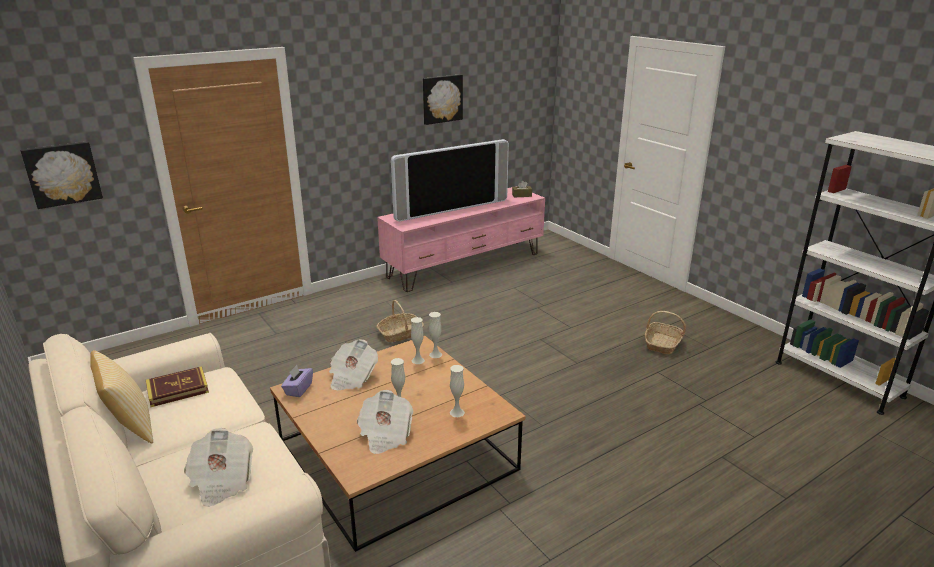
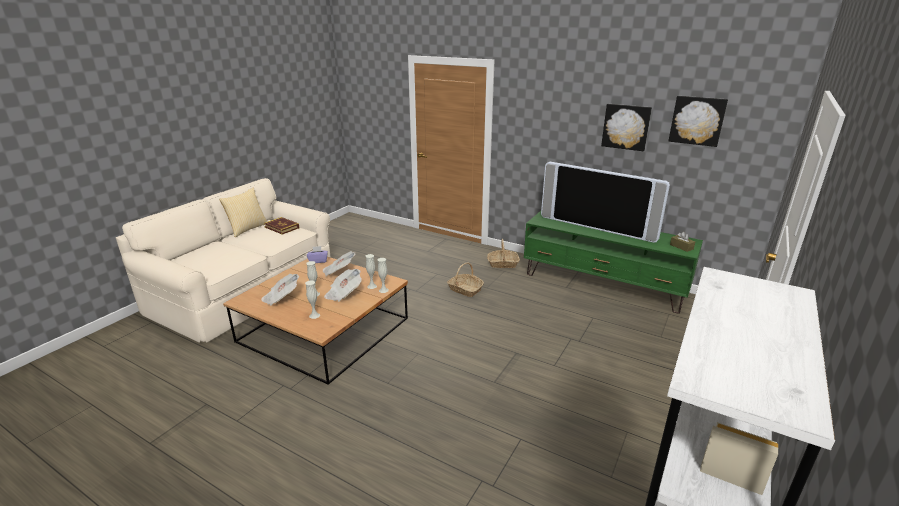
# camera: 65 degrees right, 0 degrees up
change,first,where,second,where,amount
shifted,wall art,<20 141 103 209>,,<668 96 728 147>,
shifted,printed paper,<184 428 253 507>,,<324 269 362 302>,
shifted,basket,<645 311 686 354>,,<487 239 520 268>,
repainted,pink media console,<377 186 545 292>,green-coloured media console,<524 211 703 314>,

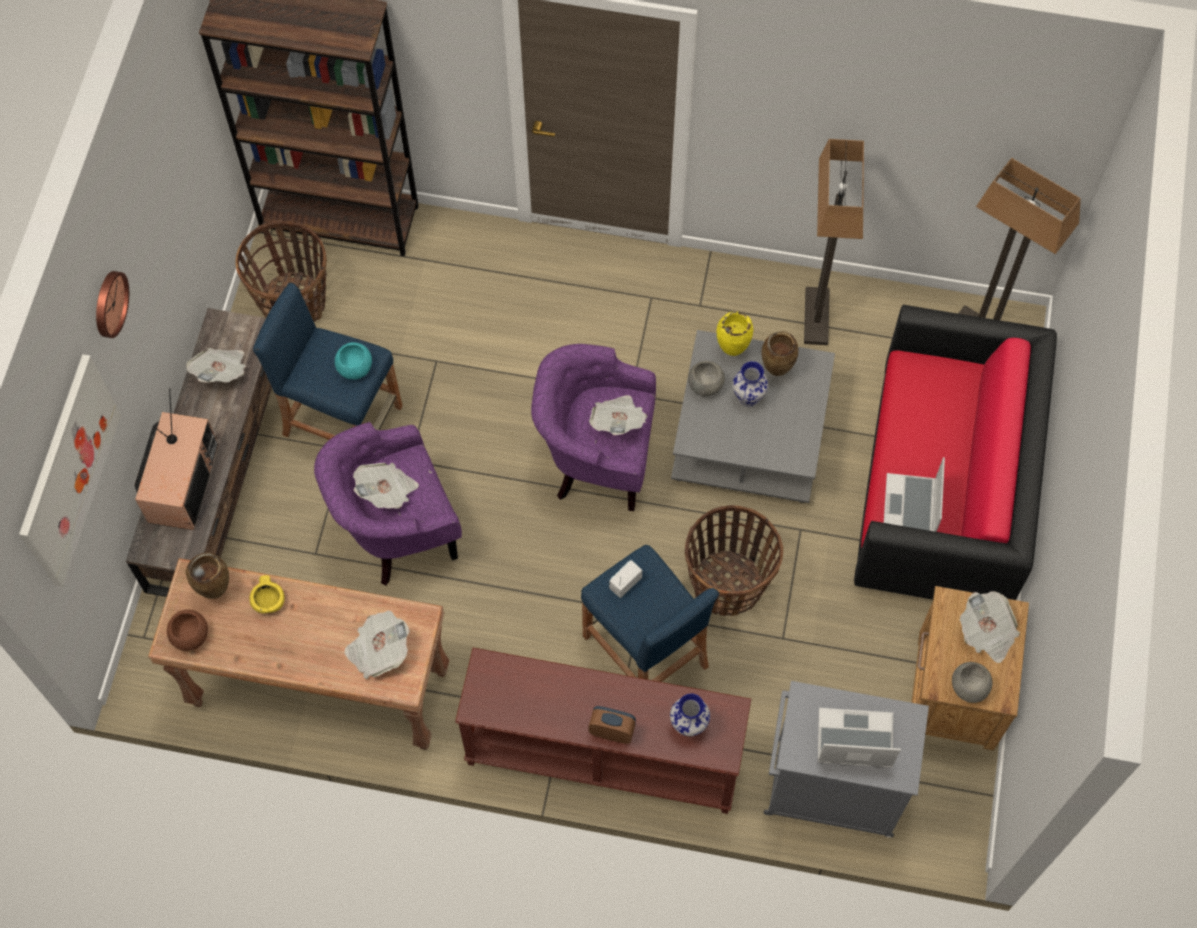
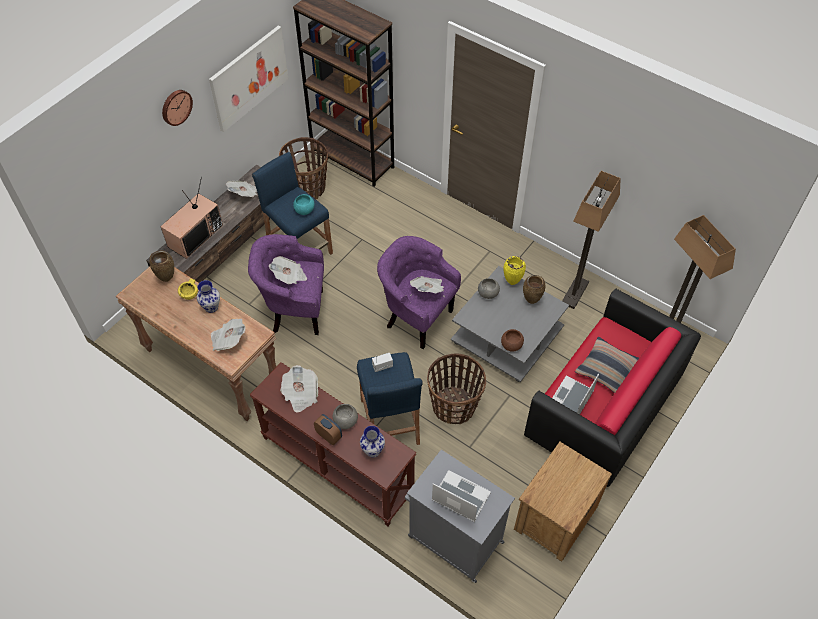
# camera: 25 degrees right, 10 degrees down
change,first,where,second,where,amount
new,,,cushion,<575 337 639 393>,
shifted,wall art,<19 354 121 587>,,<209 26 288 132>,
shifted,brown-coloured deep dish,<167 610 208 651>,,<501 329 524 352>,
shifted,vase,<733 361 768 407>,,<197 280 220 313>,
shifted,grey deep dish,<952 662 992 703>,,<333 404 358 429>,
shifted,printed paper,<960 591 1020 663>,,<280 365 318 413>,

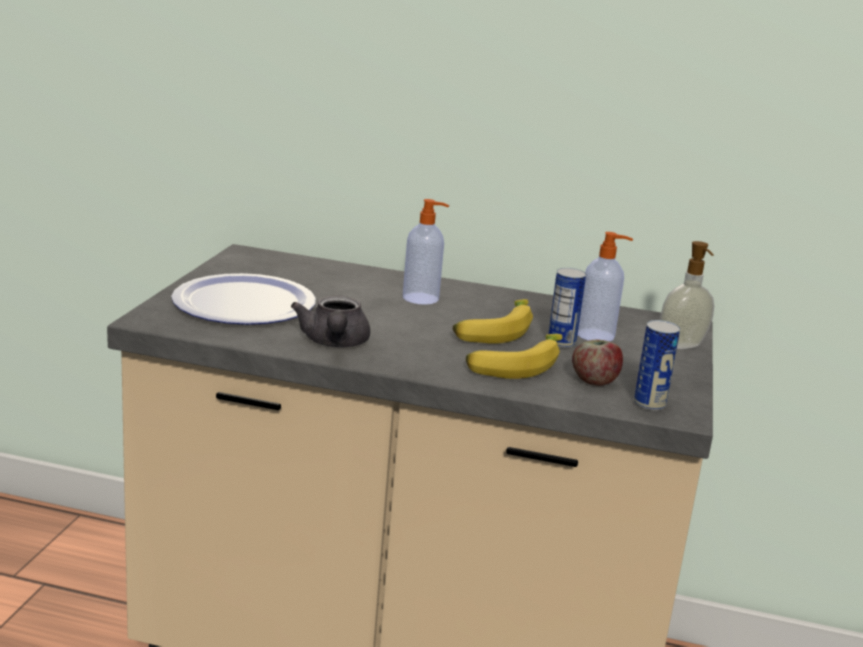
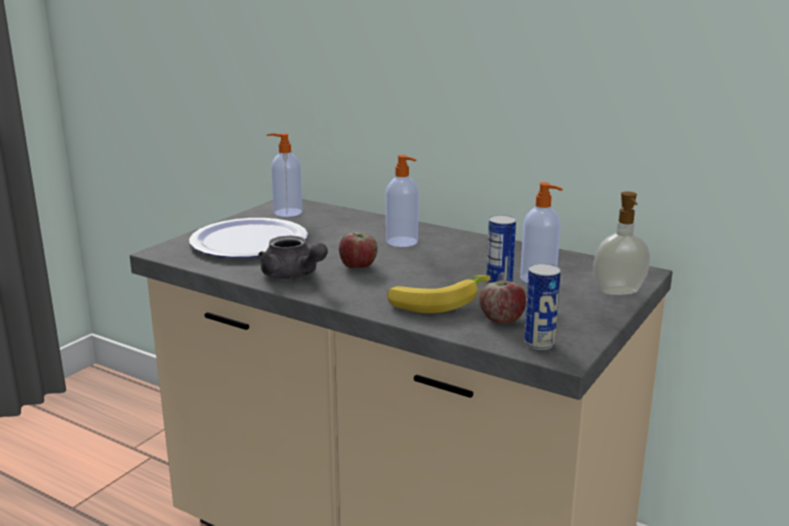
# camera: 20 degrees right, 0 degrees up
change,first,where,second,where,amount
gone,banana fruit,<453 299 533 344>,,,
new,,,soap bottle,<267 133 302 217>,
new,,,apple fruit,<339 232 378 268>,
rotated,grey tea pot,<291 295 370 348>,,<258 236 328 279>,60 degrees counterclockwise

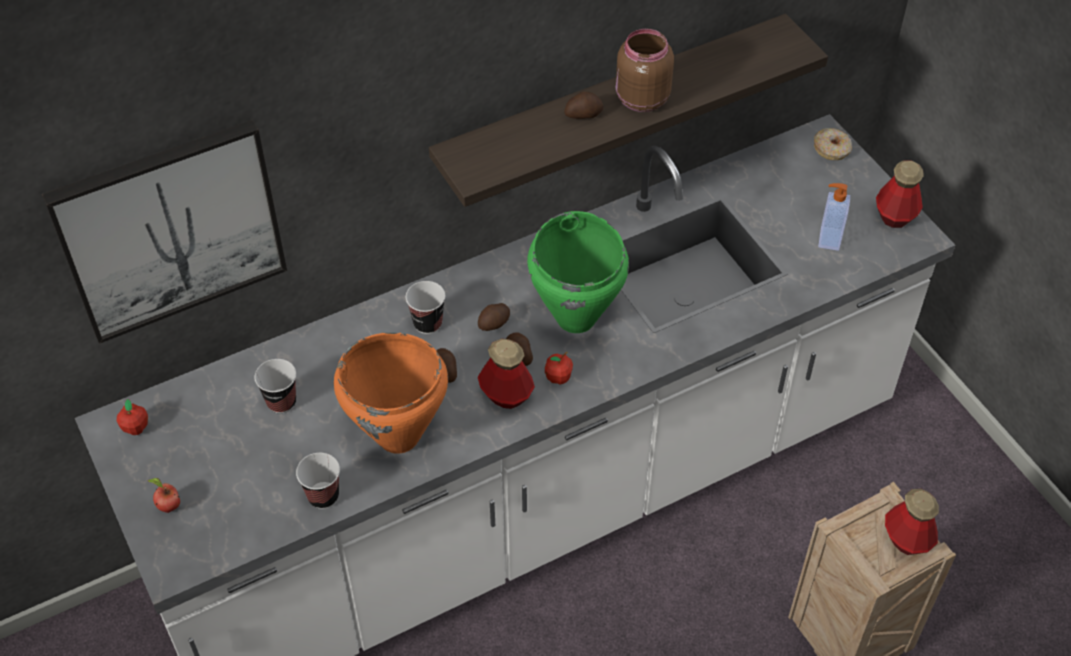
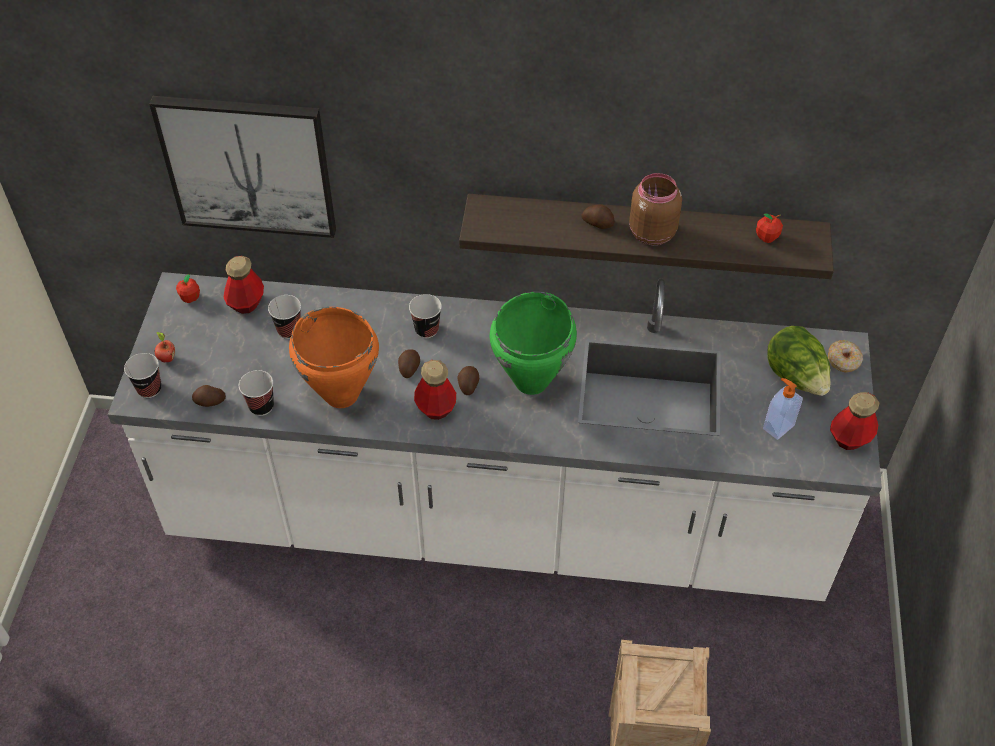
# camera: 35 degrees right, 0 degrees up
change,first,where,second,where,amount
new,,,small cup,<124 353 161 398>,
new,,,head of lettuce,<767 326 831 396>,
shifted,potato,<478 303 510 331>,,<192 385 226 407>,
shifted,apple fruit,<545 352 573 384>,,<756 214 783 243>,
shifted,beverage bottle,<885 488 939 555>,,<224 256 264 314>,

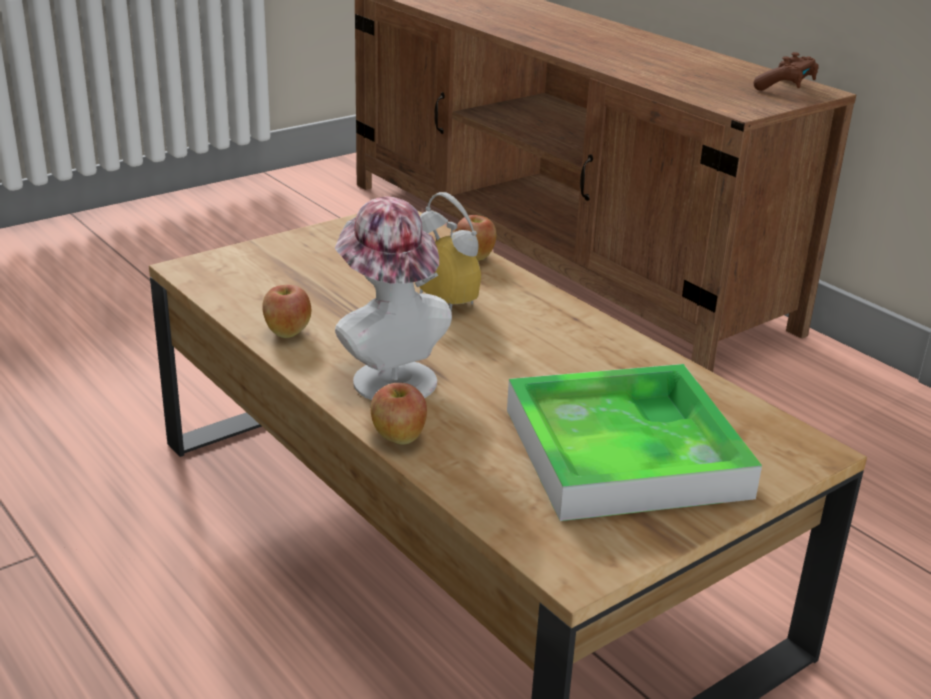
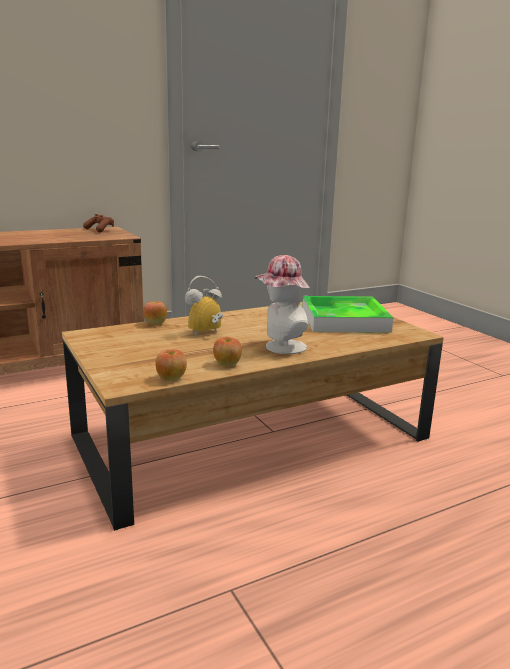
# camera: 80 degrees left, 10 degrees down
change,first,where,second,where,amount
shifted,apple fruit,<371 383 427 445>,,<155 349 187 381>,

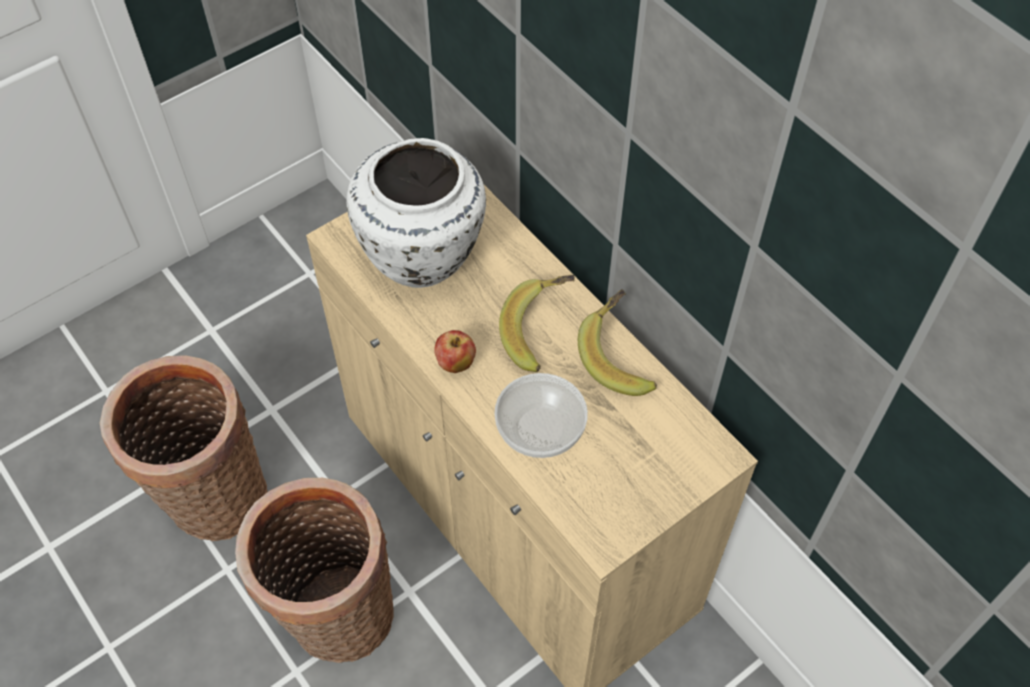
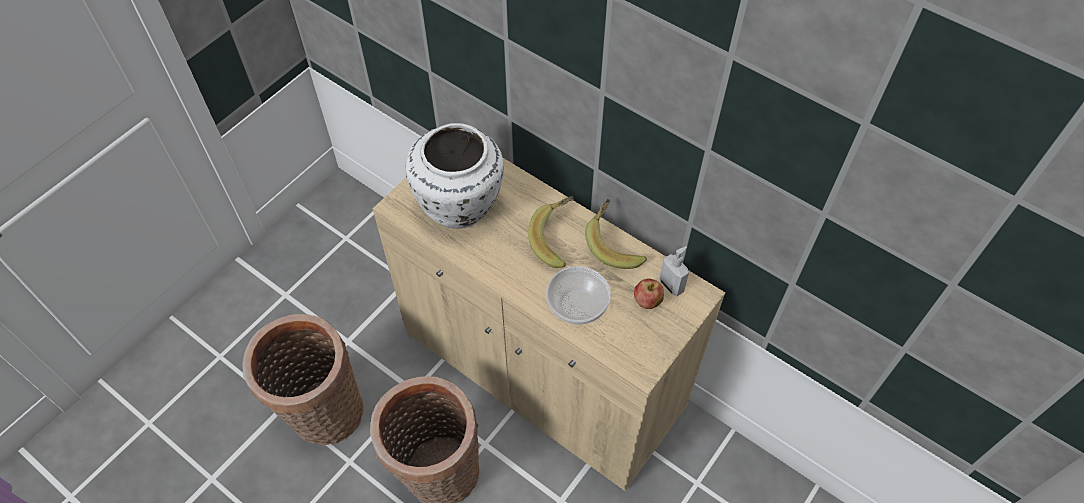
# camera: 15 degrees left, 0 degrees up
change,first,where,second,where,amount
new,,,soap bottle,<660 246 689 296>,
shifted,apple fruit,<434 330 476 373>,,<634 279 664 309>,

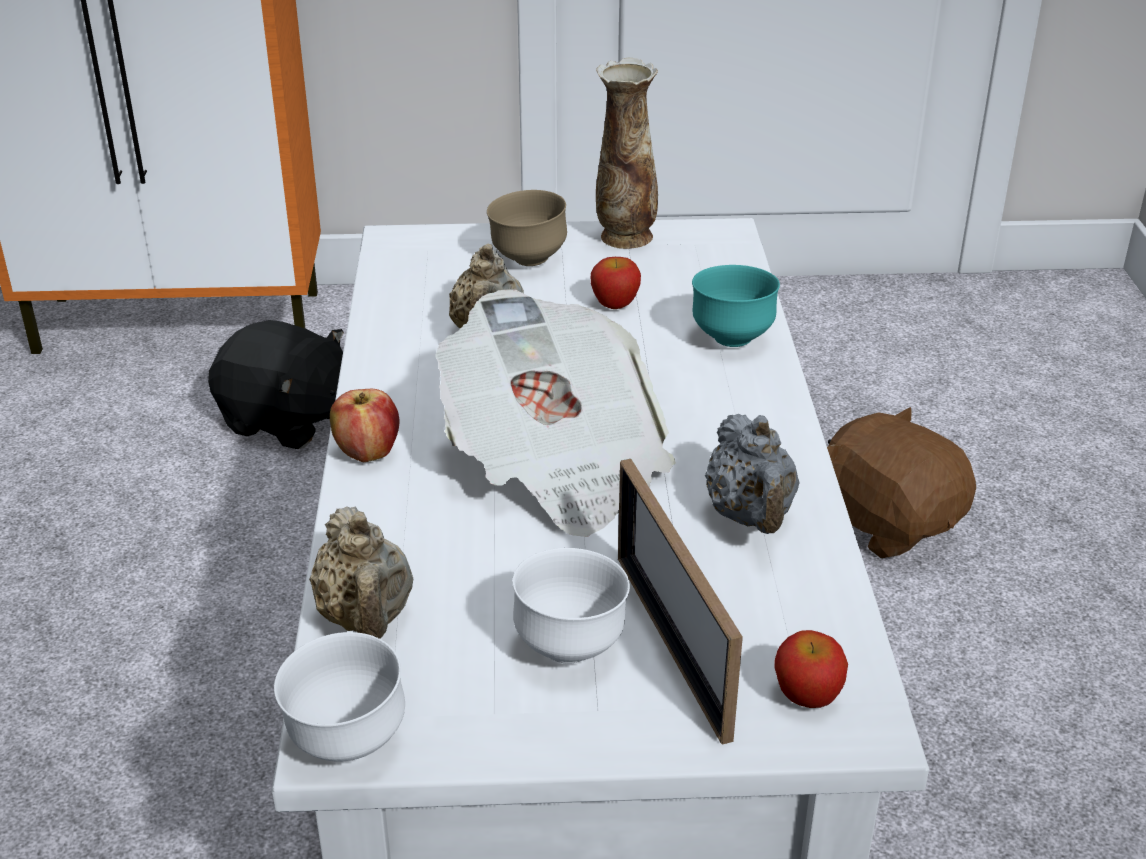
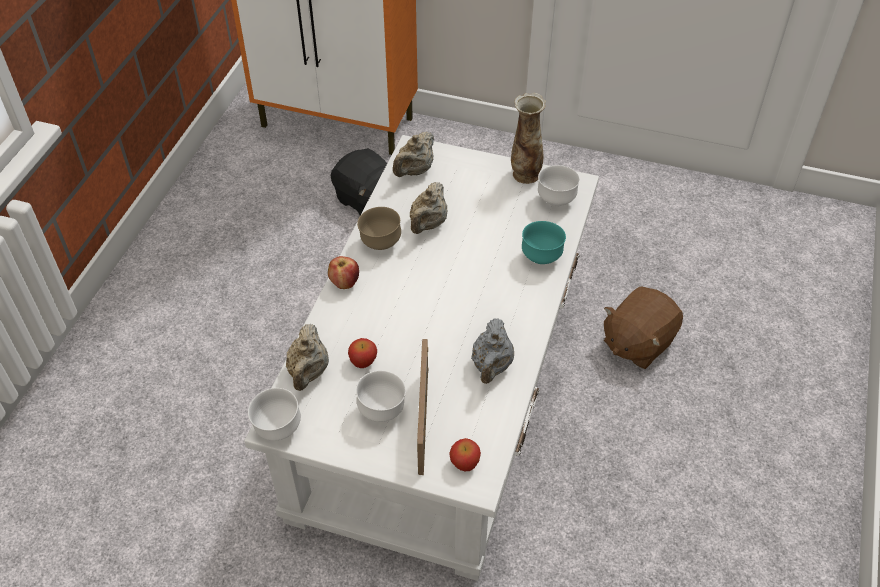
# camera: 20 degrees right, 15 degrees up
change,first,where,second,where,amount
gone,printed paper,<436 289 676 537>,,,
new,,,beige tea pot,<393 131 434 177>,
new,,,white deep dish,<538 165 580 207>,
shifted,brown-coloured deep dish,<487 190 567 266>,,<357 207 401 250>,
shifted,apple fruit,<591 257 641 309>,,<348 338 377 368>,
rotated,brown-coloured cuddly toy,<827 407 976 558>,,<604 287 683 369>,120 degrees counterclockwise

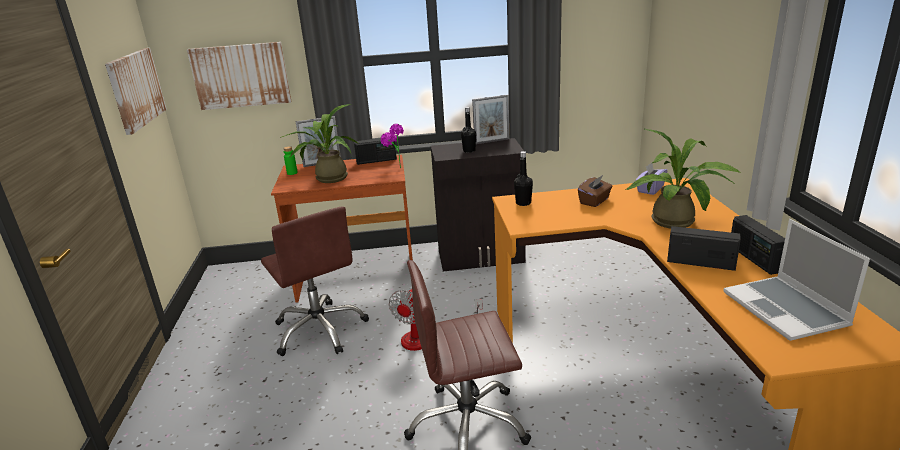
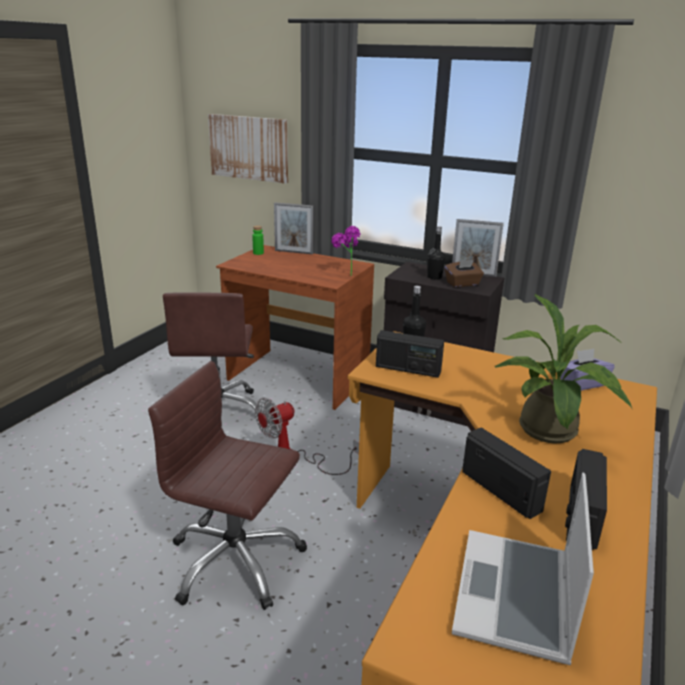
# camera: 30 degrees right, 0 degrees up
change,first,where,second,where,amount
gone,wall art,<105 48 167 135>,,,
gone,houseplant,<280 104 360 183>,,,
shifted,radio set,<354 138 397 165>,,<376 330 444 378>,
shifted,brown-coloured tissue box,<578 175 613 207>,,<445 260 484 287>,

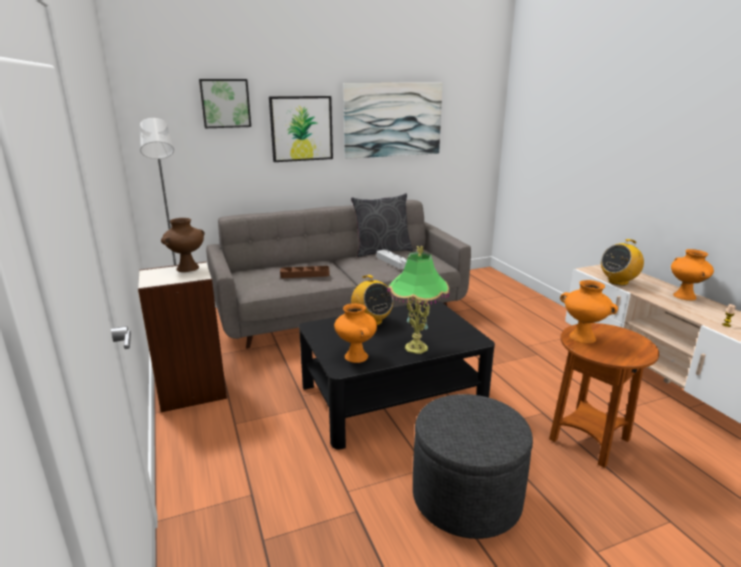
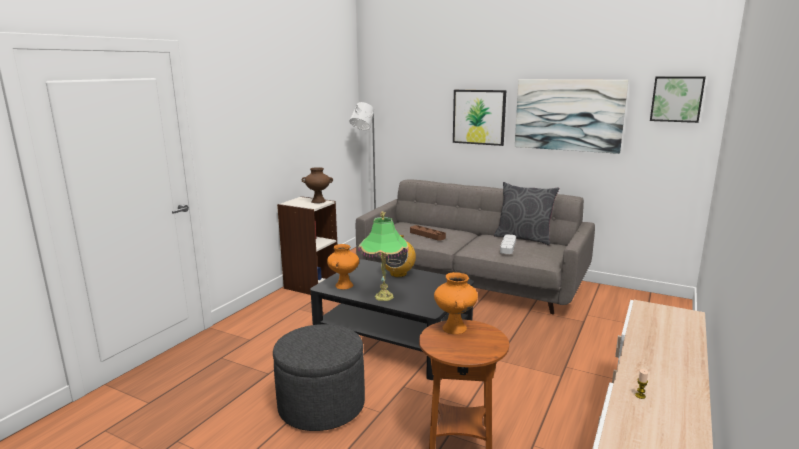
# camera: 50 degrees right, 5 degrees down
change,first,where,second,where,amount
gone,radio set,<601 239 644 286>,,,
gone,orangey vase,<671 249 714 301>,,,
shifted,wall art,<199 79 251 128>,,<650 77 706 123>,

